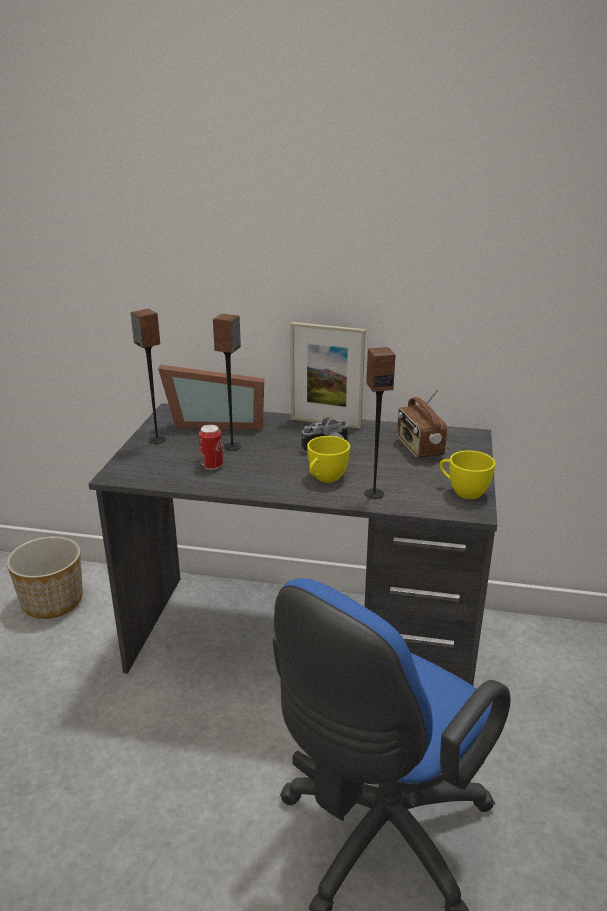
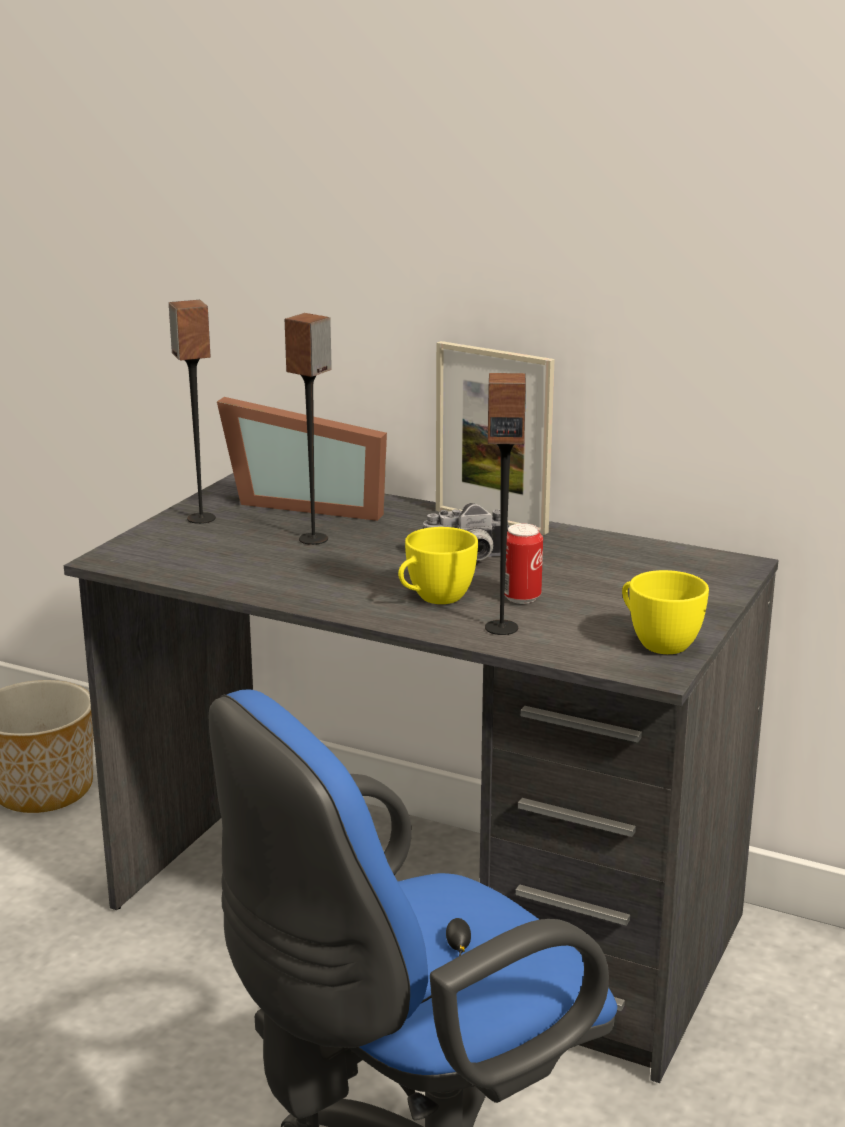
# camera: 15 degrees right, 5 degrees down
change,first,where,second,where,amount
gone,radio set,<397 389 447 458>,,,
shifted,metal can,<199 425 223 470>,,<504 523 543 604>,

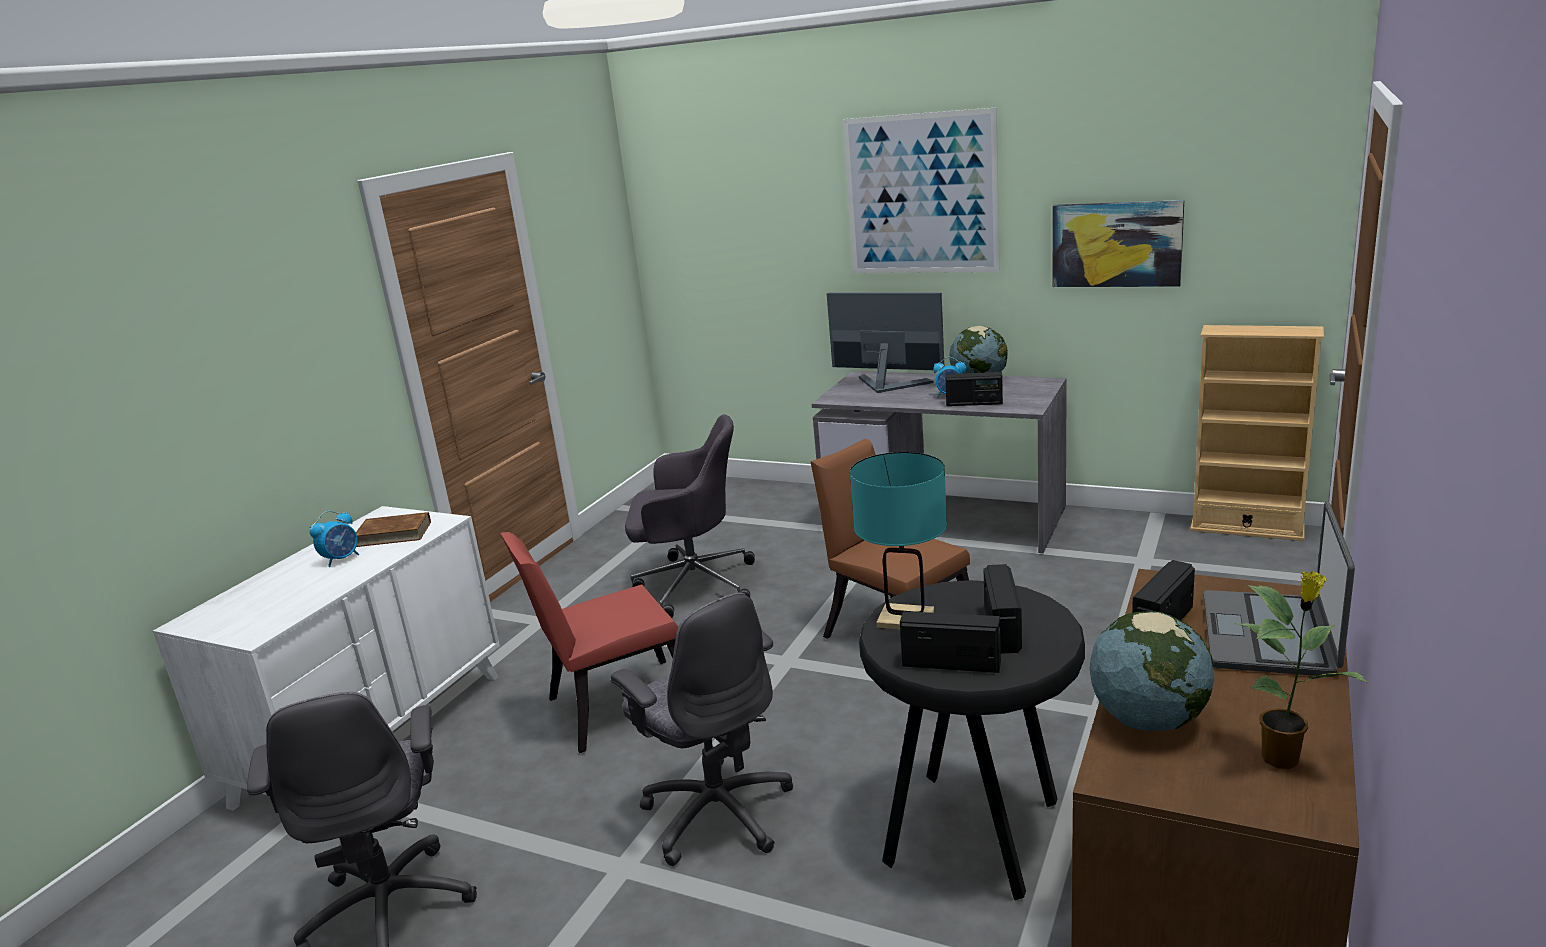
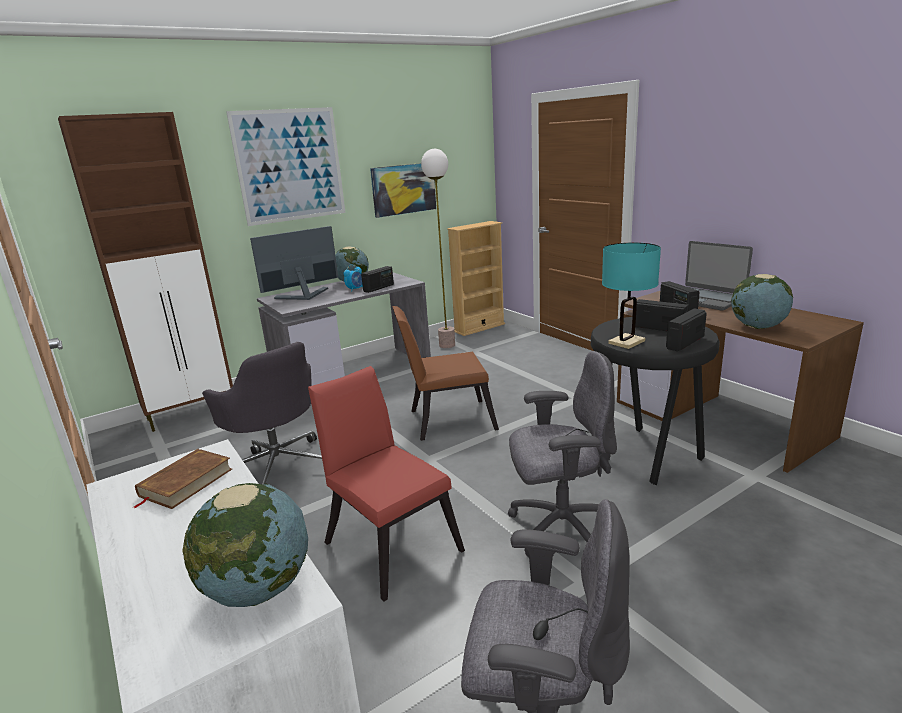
# camera: 60 degrees left, 0 degrees up
change,first,where,second,where,amount
gone,bedside clock,<310 511 359 567>,,,
gone,houseplant,<1234 571 1369 769>,,,
new,,,brown-coloured storage cabinet,<58 112 233 432>,
new,,,globe,<182 483 308 607>,
new,,,standard lamp,<421 149 455 348>,
rotated,red-coloured upright chair,<500 532 678 753>,,<308 366 465 602>,135 degrees clockwise
rotated,grey desk chair,<625 414 755 618>,,<202 342 322 484>,105 degrees clockwise

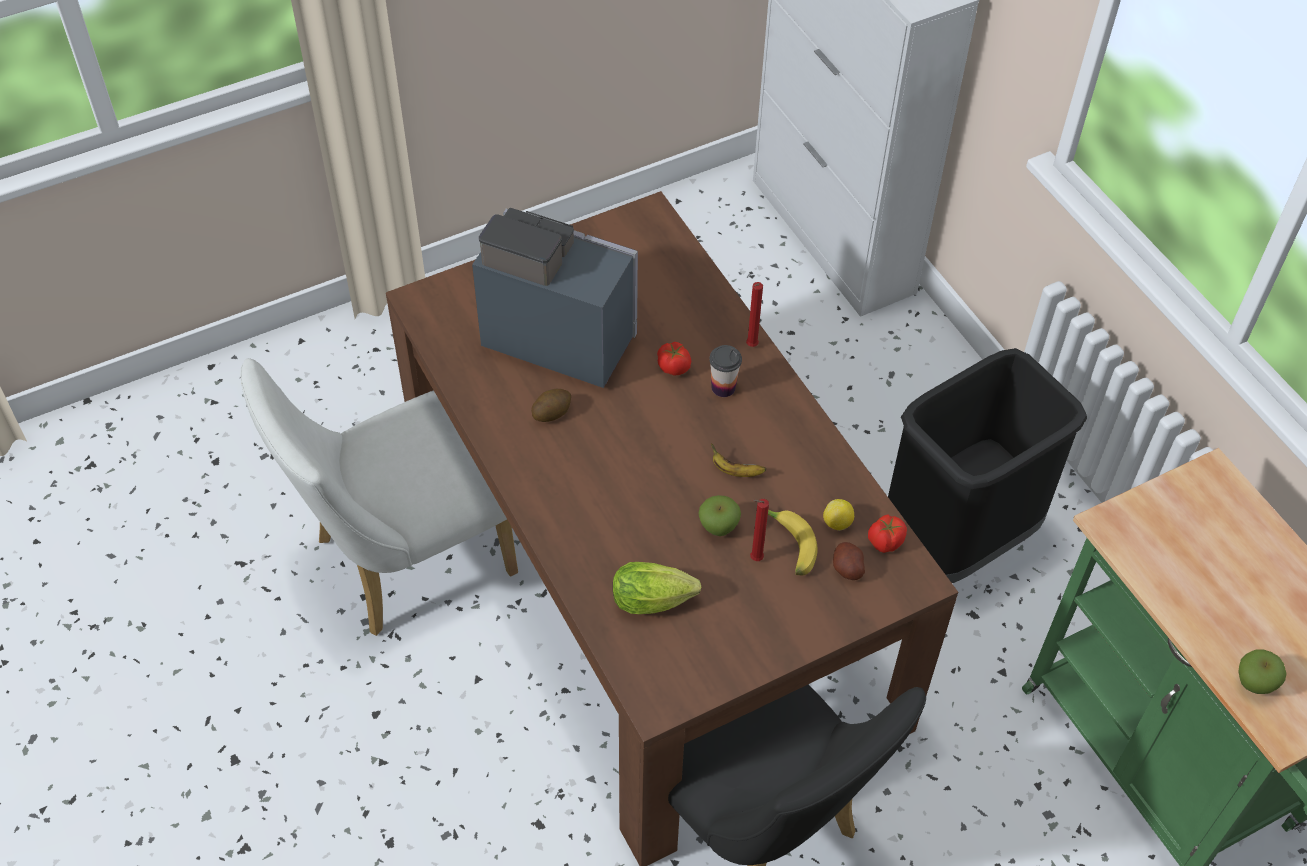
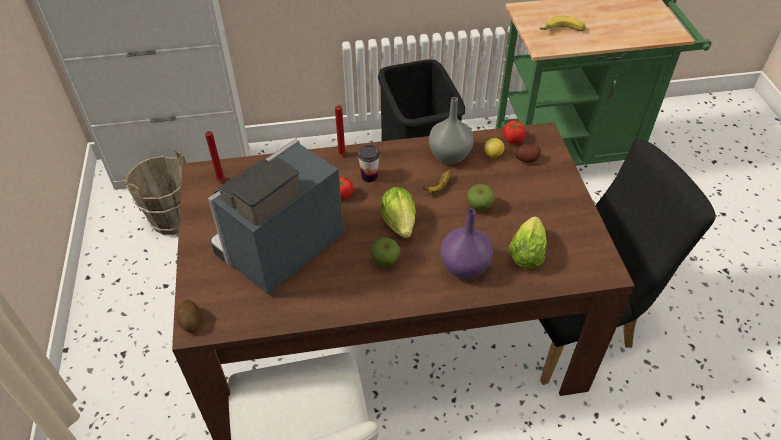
# camera: 70 degrees left, 5 degrees down
change,first,where,second,where,amount
new,,,brown-coloured water bucket,<125 149 186 235>,
new,,,head of lettuce,<381 187 416 238>,
new,,,grey vase,<429 97 474 164>,
new,,,purple-coloured vase,<440 209 493 279>,
shifted,potato,<531 389 571 422>,,<176 300 201 333>,
shifted,red-coloured wax candle,<750 499 769 561>,,<205 131 225 181>,
shifted,banana fruit,<768 509 817 576>,,<539 16 586 31>,
shifted,apple fruit,<1238 649 1287 694>,,<371 238 400 268>,

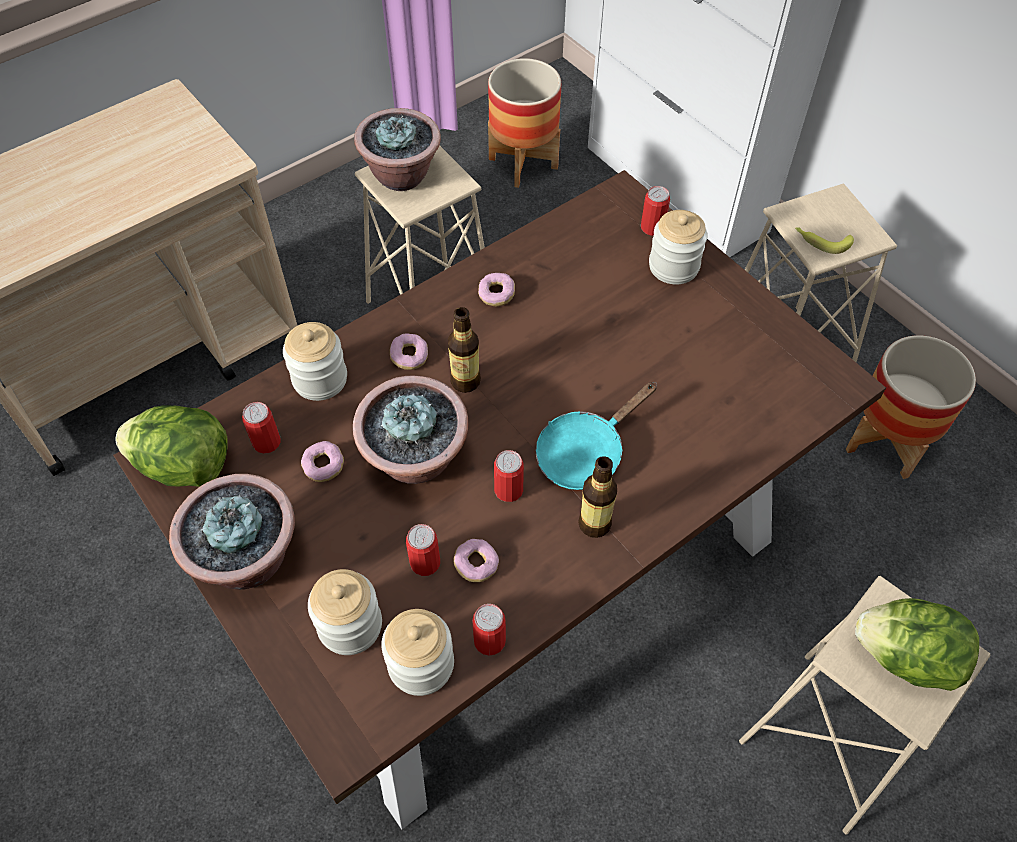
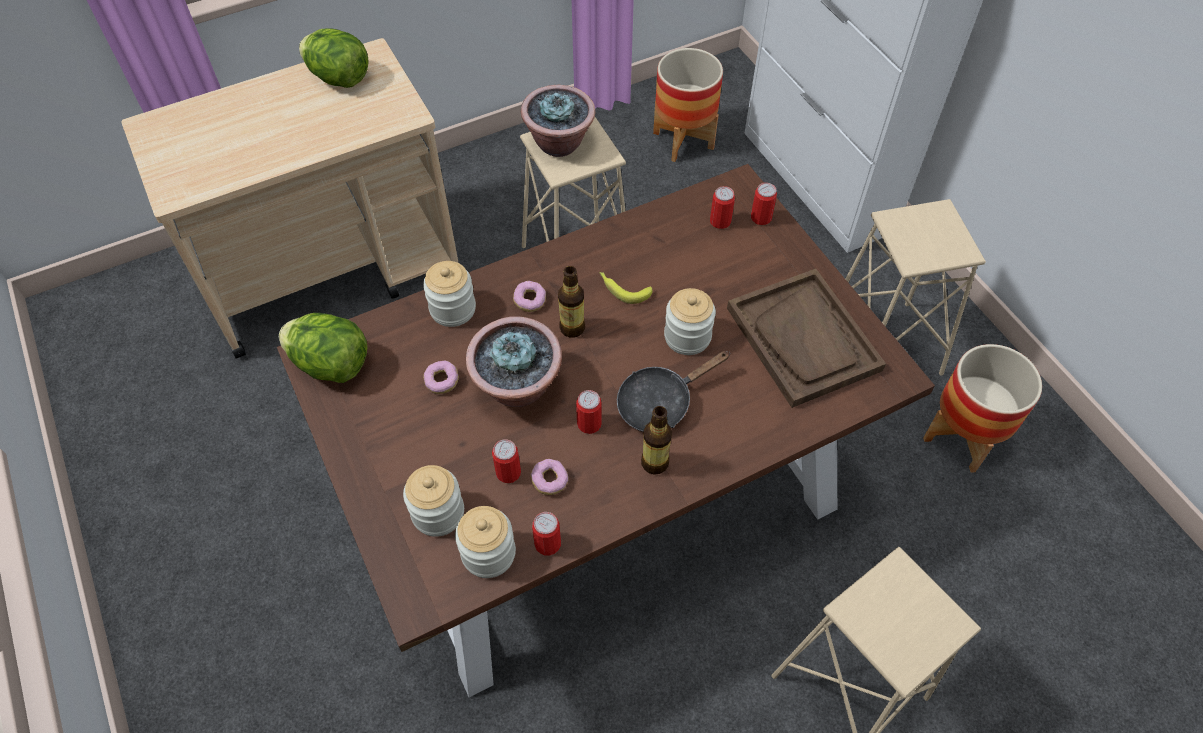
# camera: 10 degrees right, 0 degrees up
change,first,where,second,where,amount
gone,houseplant,<169 474 295 590>,,,
gone,donut,<478 273 515 306>,,,
new,,,brown-coloured tray,<727 269 886 408>,
shifted,metal can,<242 402 281 454>,,<710 186 735 229>,
shifted,jar,<649 210 707 284>,,<664 288 716 355>,
shifted,banana fruit,<795 227 854 254>,,<599 272 653 304>,
shifted,head of lettuce,<855 598 979 691>,,<299 29 369 88>,
repainted,turquoise skillet,<536 382 657 490>,black-coloured skillet,<617 351 729 432>,

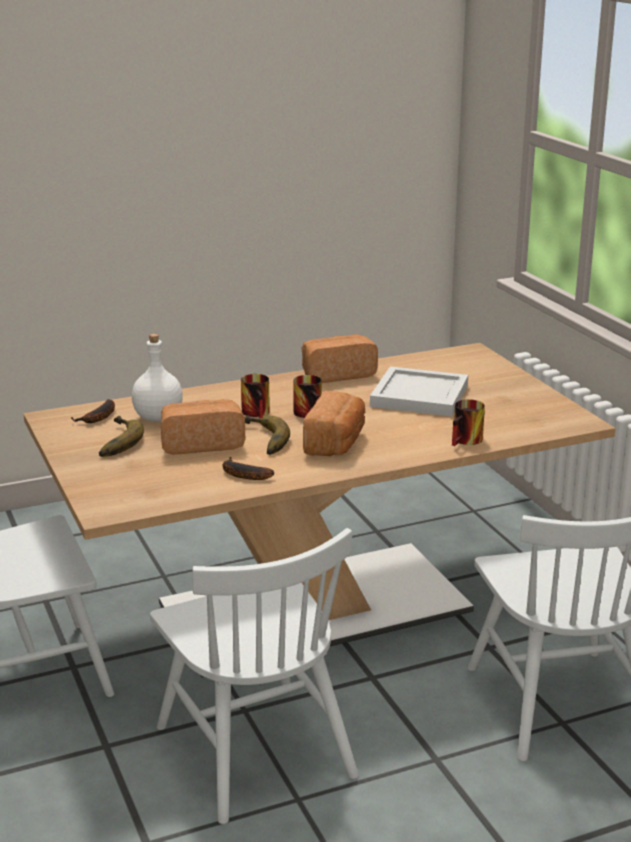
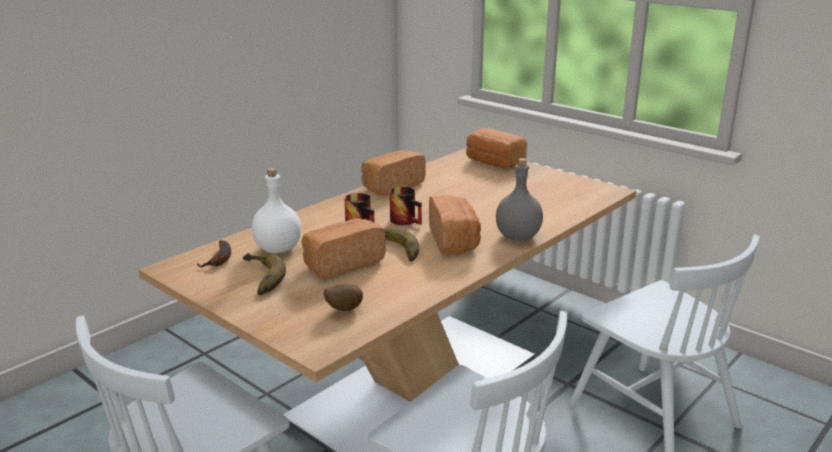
# camera: 25 degrees left, 0 degrees up
change,first,where,second,where,amount
gone,banana fruit,<222 457 274 480>,,,
gone,white tray,<370 366 468 416>,,,
gone,tea mug,<452 399 485 446>,,,
new,,,potato,<324 284 363 311>,
new,,,bakery bread,<466 128 527 169>,
new,,,grey beverage bottle,<496 158 543 241>,

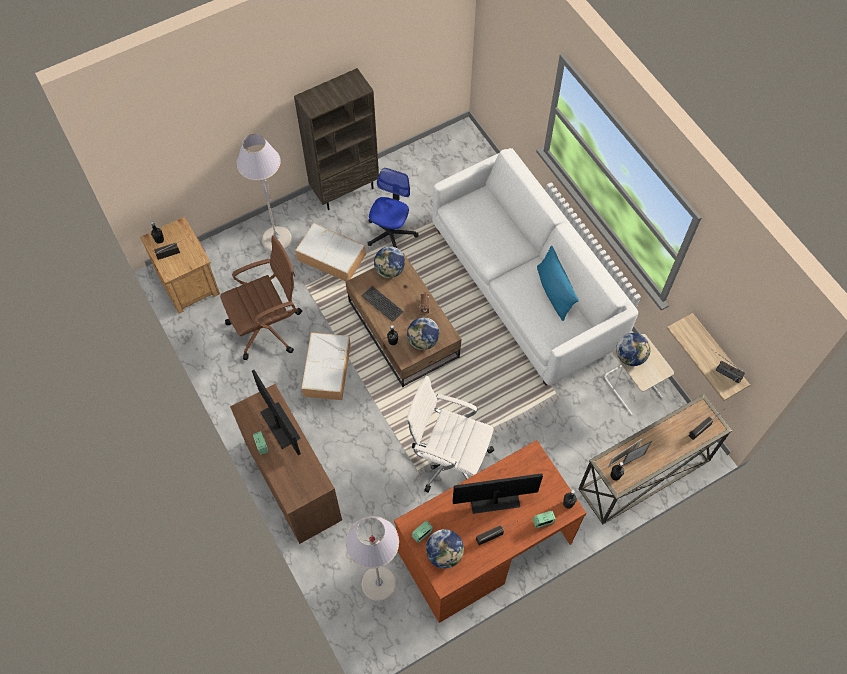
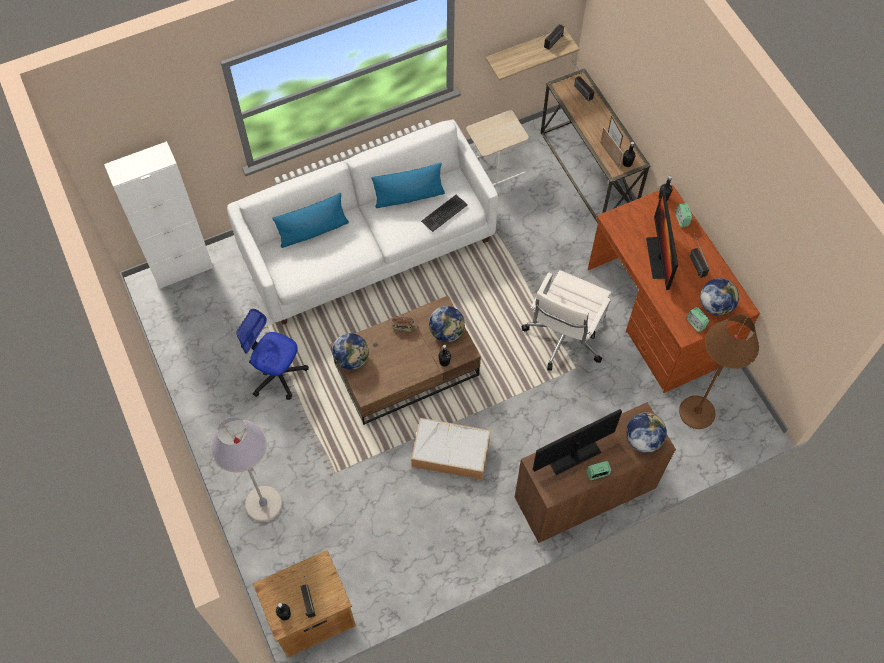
# camera: 85 degrees left, 0 degrees up
change,first,where,second,where,amount
gone,brown-coloured desk chair,<220 235 302 360>,,,
gone,brown-coloured bookshelf,<294 68 379 210>,,,
gone,storage box,<295 223 366 281>,,,
new,,,white storage cabinet,<104 141 214 289>,
new,,,bluish cushion,<272 193 349 248>,
shifted,keyboard,<361 286 404 322>,,<421 195 468 232>,
shifted,globe,<616 333 650 366>,,<626 412 667 453>,
repainted,grey standard lamp,<346 516 399 601>,brown-coloured standard lamp,<679 314 759 429>,

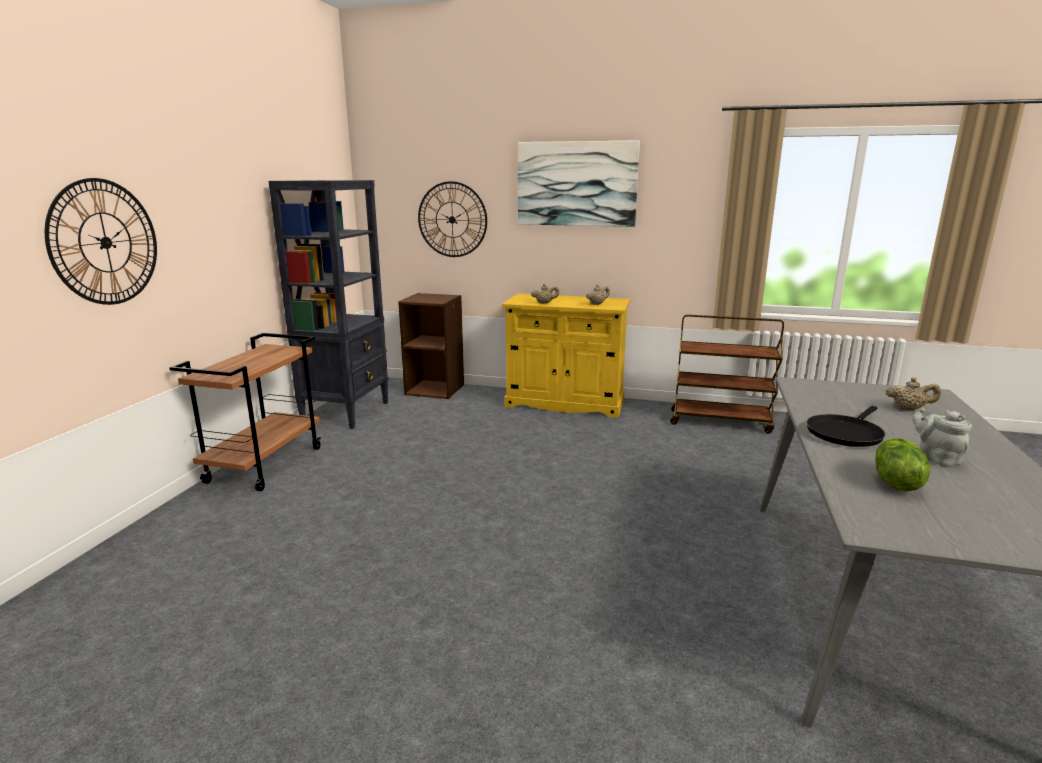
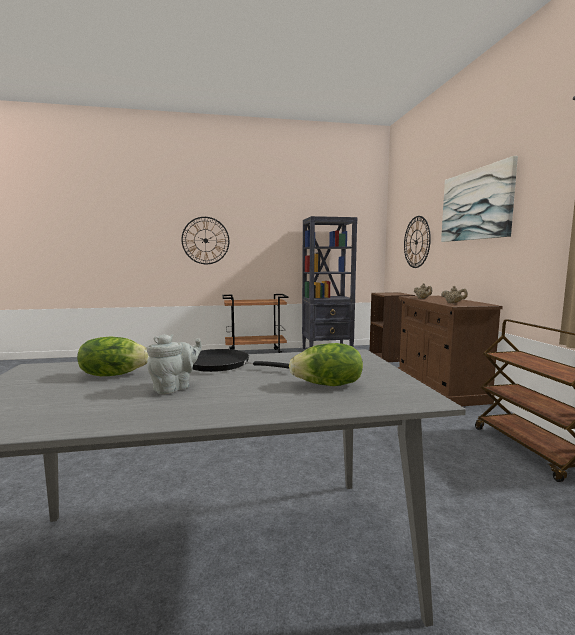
# camera: 65 degrees right, 10 degrees down
change,first,where,second,where,amount
swapped,beige tea pot,<886 377 941 410>,head of lettuce,<289 343 363 386>,
repainted,yellow-coloured storage cabinet,<502 293 630 418>,brown-coloured storage cabinet,<398 296 503 406>,

